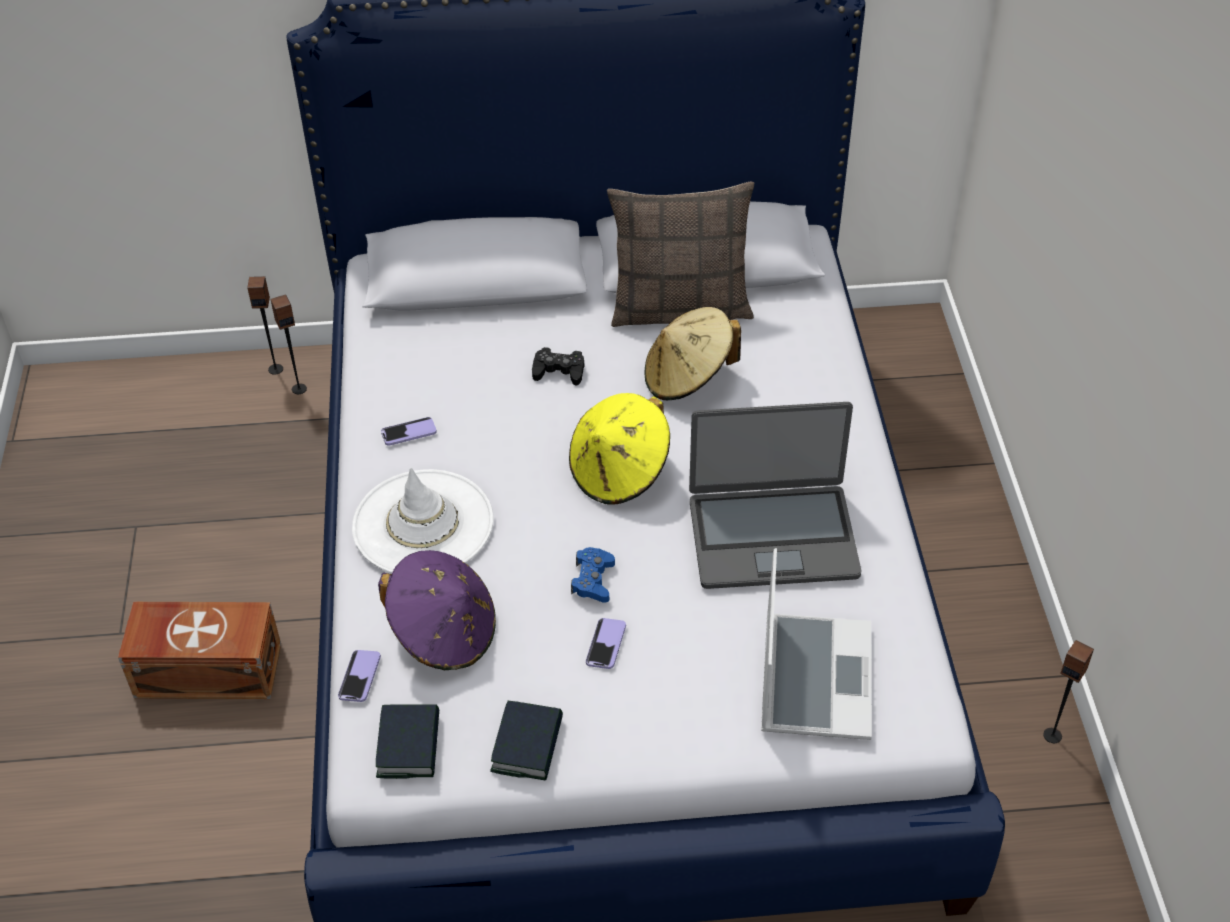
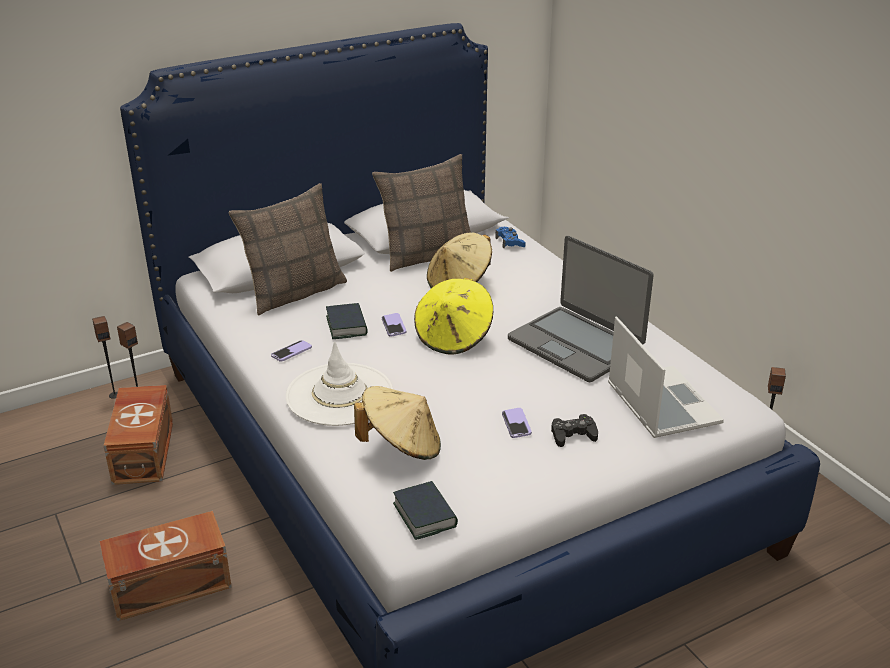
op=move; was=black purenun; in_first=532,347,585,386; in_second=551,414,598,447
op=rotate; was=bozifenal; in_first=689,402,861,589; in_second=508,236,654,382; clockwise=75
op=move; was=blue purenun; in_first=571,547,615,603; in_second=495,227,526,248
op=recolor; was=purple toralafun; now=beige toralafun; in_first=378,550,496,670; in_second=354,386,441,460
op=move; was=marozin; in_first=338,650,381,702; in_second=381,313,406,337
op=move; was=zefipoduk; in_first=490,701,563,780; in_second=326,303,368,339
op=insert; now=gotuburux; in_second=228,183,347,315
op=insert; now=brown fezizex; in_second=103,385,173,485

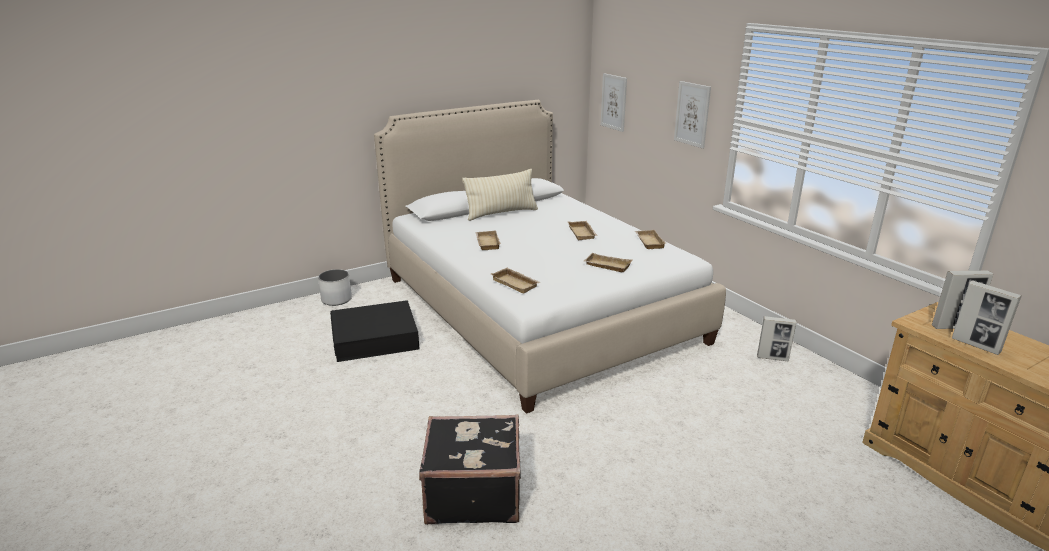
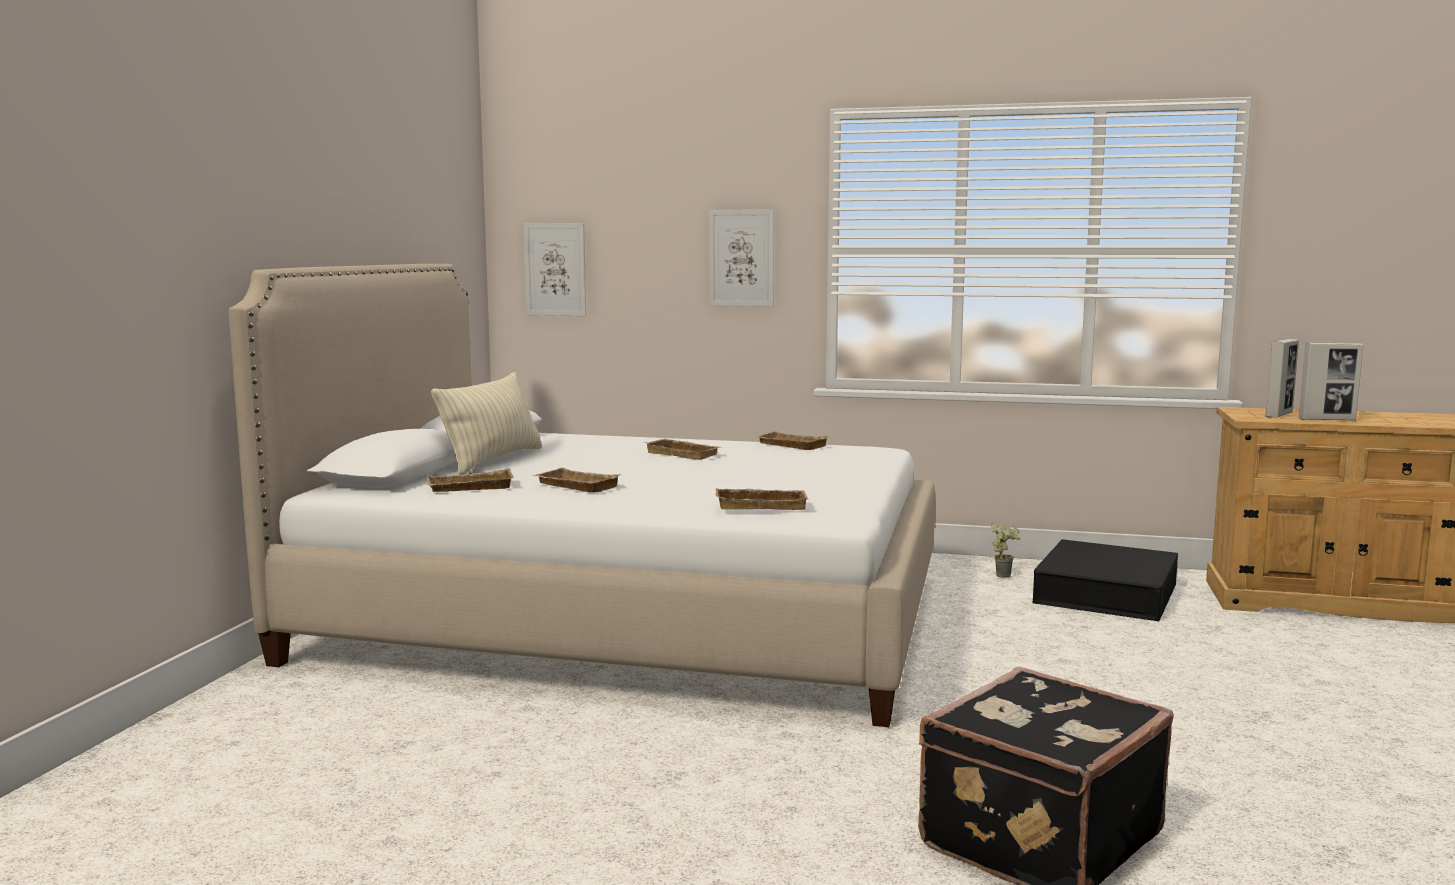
op=move; was=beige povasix; in_first=584,253,632,272; in_second=427,469,514,492
op=delete; was=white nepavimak; in_first=318,269,352,306
op=move; was=black fezizex; in_first=330,300,420,362; in_second=1033,539,1178,621
op=replace; was=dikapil; now=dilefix; in_first=757,316,797,361; in_second=990,523,1020,578

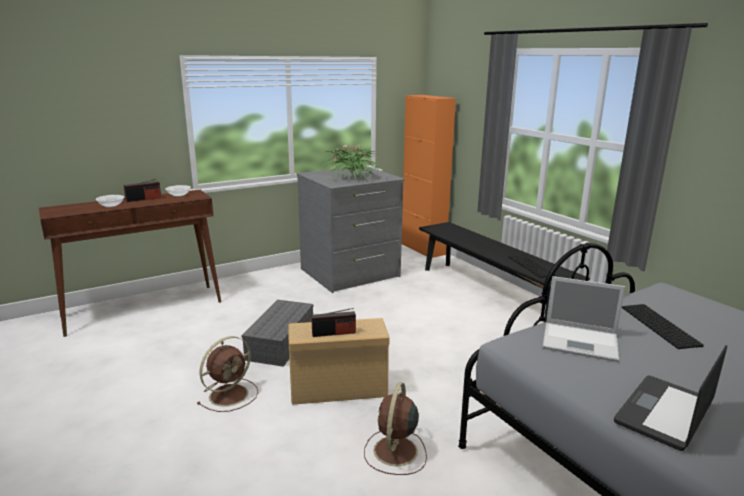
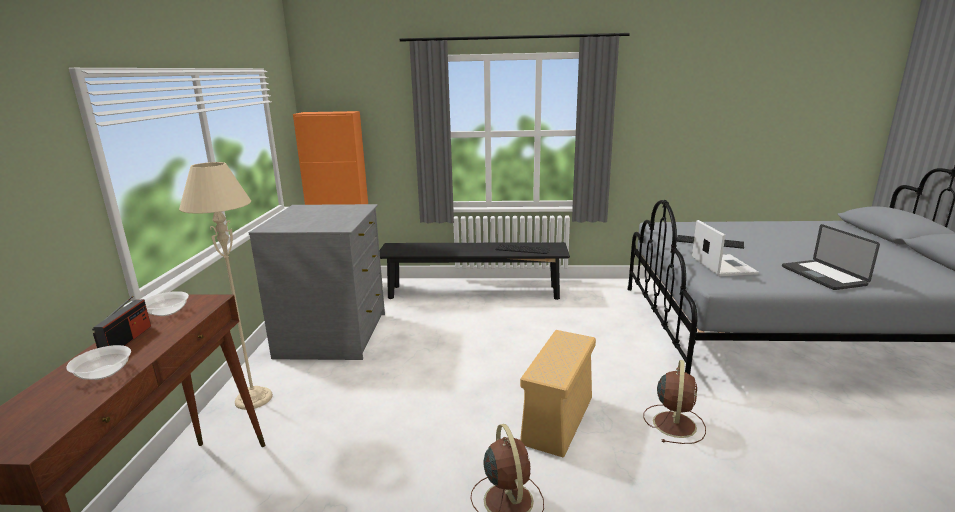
op=delete; was=dilefix; in_first=320,144,384,181
op=rotate; was=bozifenal; in_first=542,276,625,362; in_second=692,220,759,276; clockwise=-60
op=delete; was=grey fezizex; in_first=241,300,313,367
op=delete; was=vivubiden; in_first=312,308,356,337
op=rotate; was=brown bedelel; in_first=364,382,427,475; in_second=643,360,706,444; clockwise=-120
op=insert; now=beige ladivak; in_second=179,162,273,410

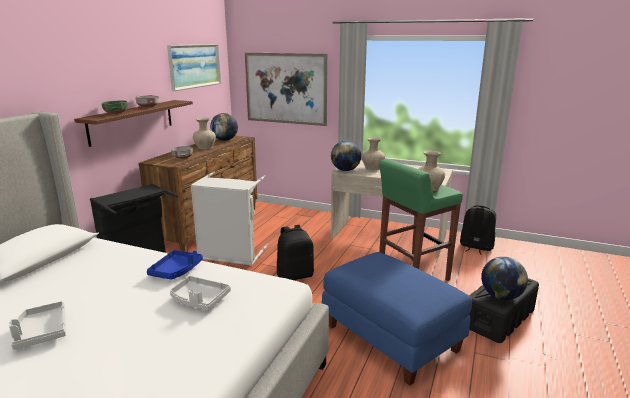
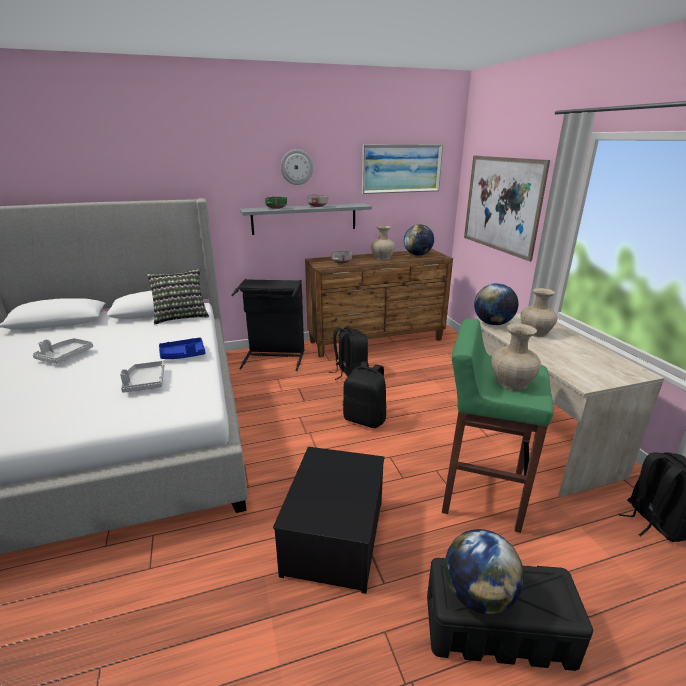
op=recolor; was=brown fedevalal; now=grey fedevalal; in_first=74,100,193,147; in_second=240,203,372,235
op=replace; was=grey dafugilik; now=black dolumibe; in_first=191,171,268,266; in_second=329,327,368,380
op=replace; was=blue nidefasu; now=fezizex; in_first=322,252,472,385; in_second=273,447,385,594
op=insert; now=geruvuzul; in_second=281,149,313,185
op=insert; now=gotuburux; in_second=147,269,209,324

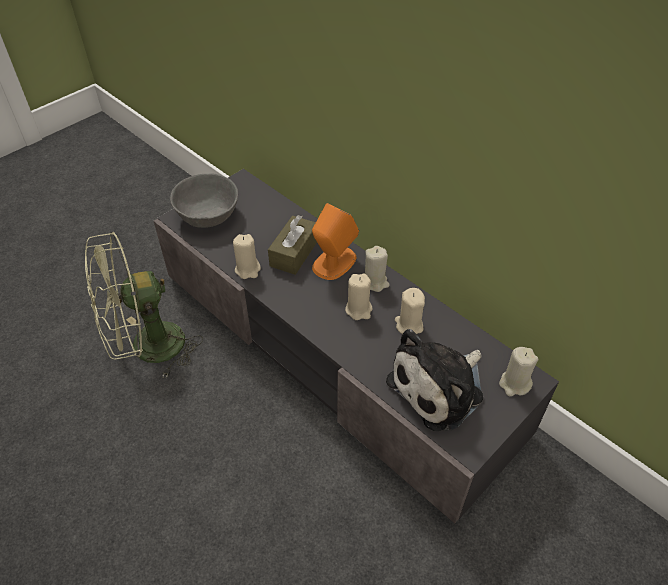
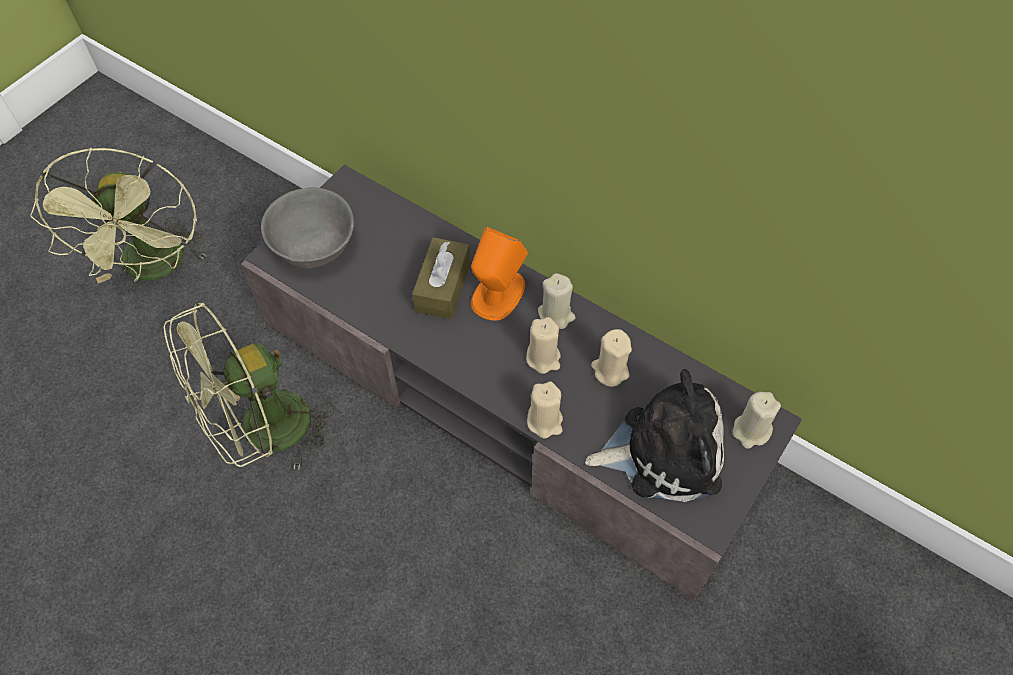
op=move; was=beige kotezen; in_first=233,234,261,279; in_second=527,381,563,439
op=rotate; was=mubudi; in_first=386,329,483,431; in_second=585,369,724,502; clockwise=-135
op=insert; now=green bedelel; in_second=30,148,207,283

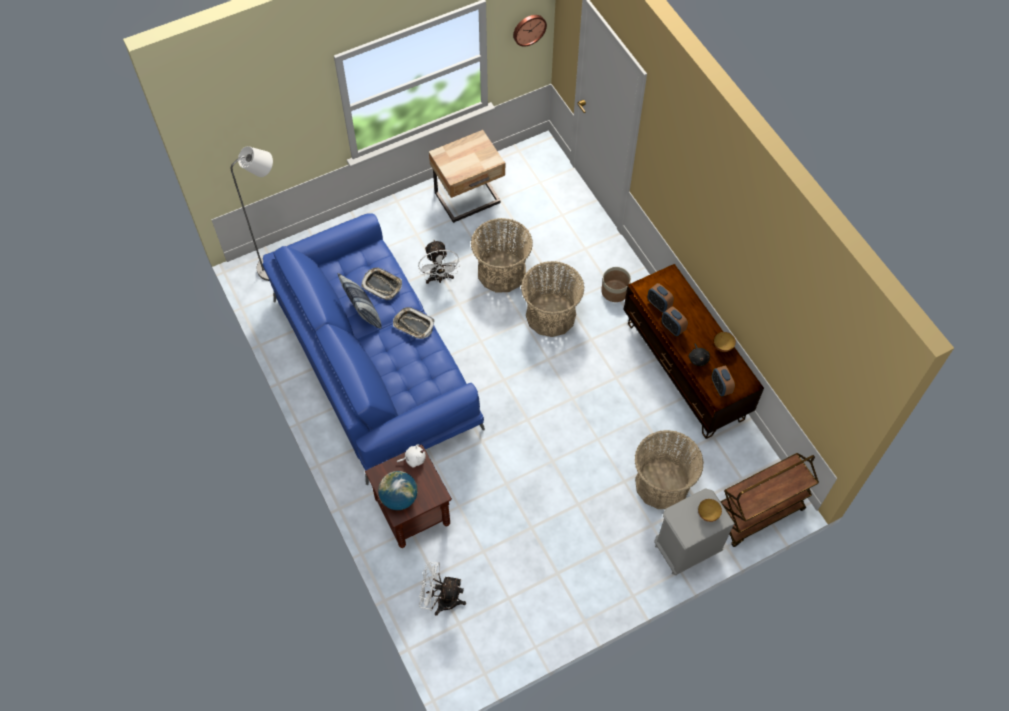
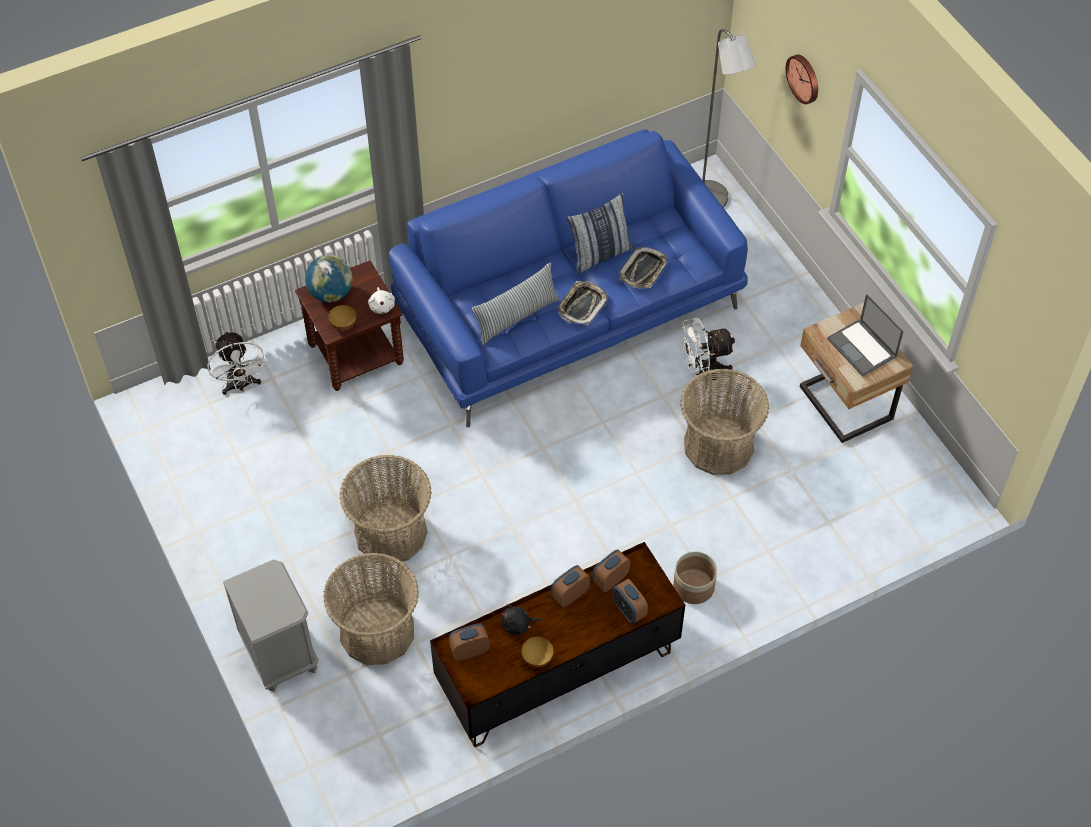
op=move; was=geruvuzul; in_first=513,15,547,47; in_second=786,54,818,104
op=move; was=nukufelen; in_first=521,261,584,337; in_second=340,455,432,565
op=delete; was=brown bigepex; in_first=720,453,819,547
op=move; was=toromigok; in_first=698,499,722,522; in_second=328,305,356,331
op=rotate; was=white bedelel; in_first=419,562,466,616; in_second=207,331,266,395; clockwise=150
op=insert; now=gotuburux; in_second=471,263,559,345
op=insert; now=bozifenal; in_second=827,294,904,377
op=insert; now=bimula; in_second=613,579,648,624

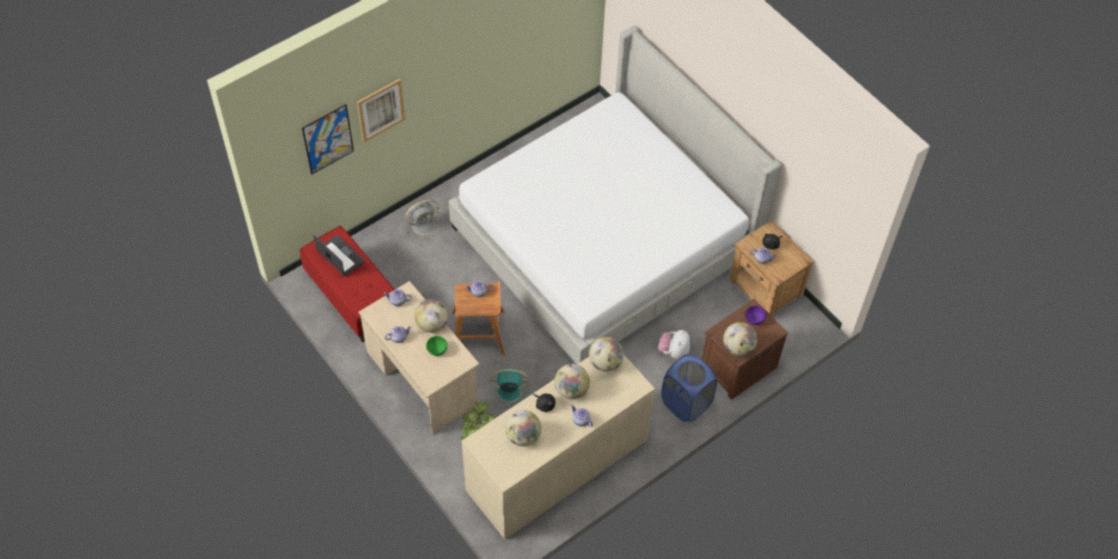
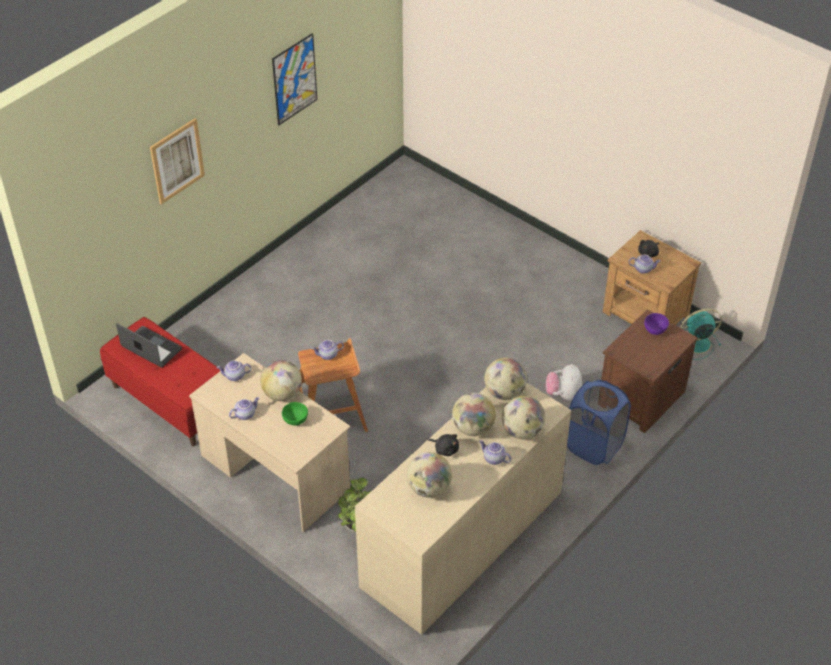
op=delete; was=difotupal; in_first=448,26,782,364
op=move; was=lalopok; in_first=302,104,354,174; in_second=272,33,317,125
op=delete; was=grey bedelel; in_first=404,200,442,240
op=move; was=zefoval; in_first=723,322,757,356; in_second=502,396,546,439
op=move; was=turquoise bedelel; in_first=490,368,529,408; in_second=680,309,722,360

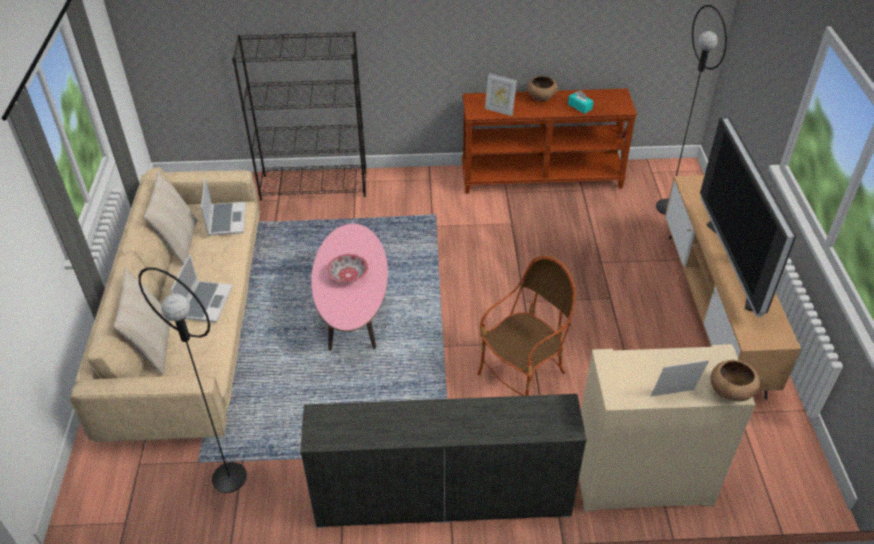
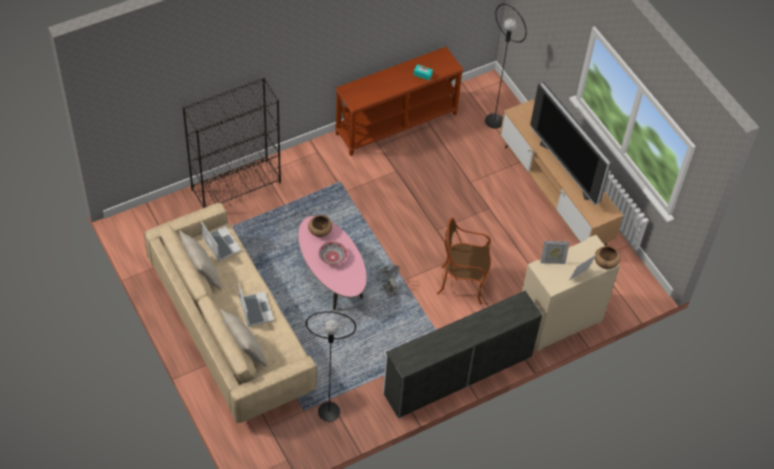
op=move; was=dikapil; in_first=485,73,517,116; in_second=541,241,570,264
op=move; was=brown toromigok; in_first=527,76,558,102; in_second=308,215,332,237
op=rotate; was=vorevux; in_first=477,256,576,396; in_second=437,217,491,304; clockwise=-105
op=insert; now=grey bedelel; in_second=376,265,400,297

